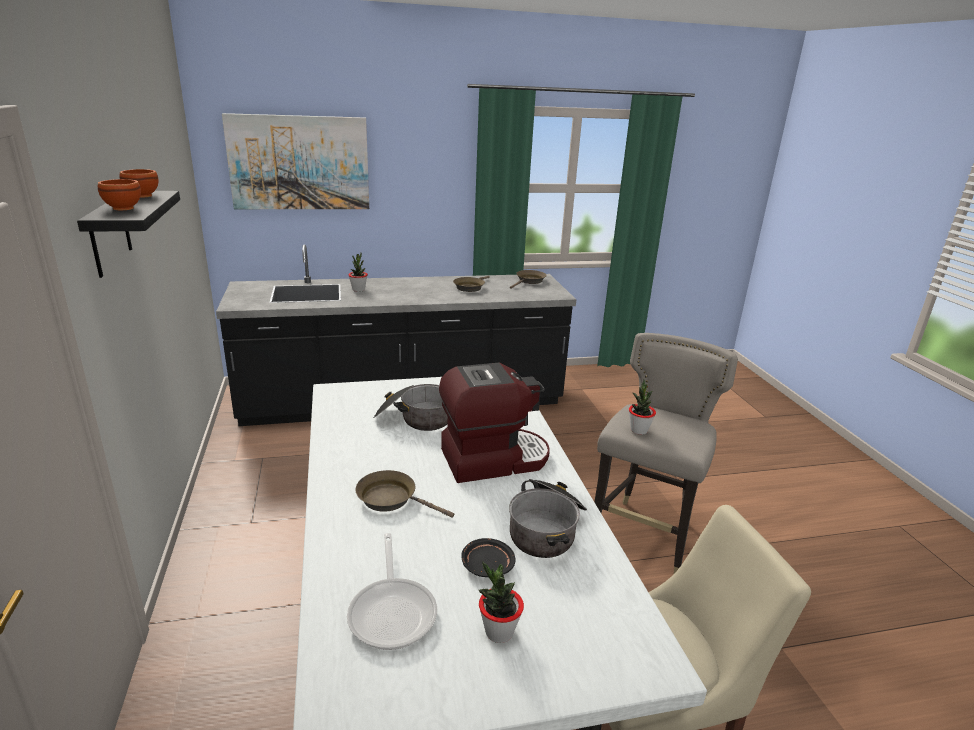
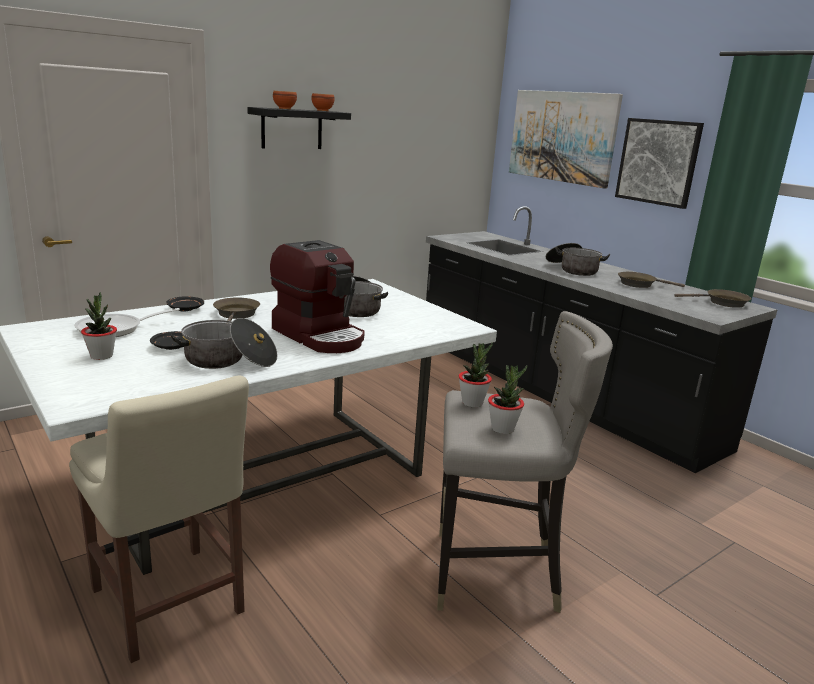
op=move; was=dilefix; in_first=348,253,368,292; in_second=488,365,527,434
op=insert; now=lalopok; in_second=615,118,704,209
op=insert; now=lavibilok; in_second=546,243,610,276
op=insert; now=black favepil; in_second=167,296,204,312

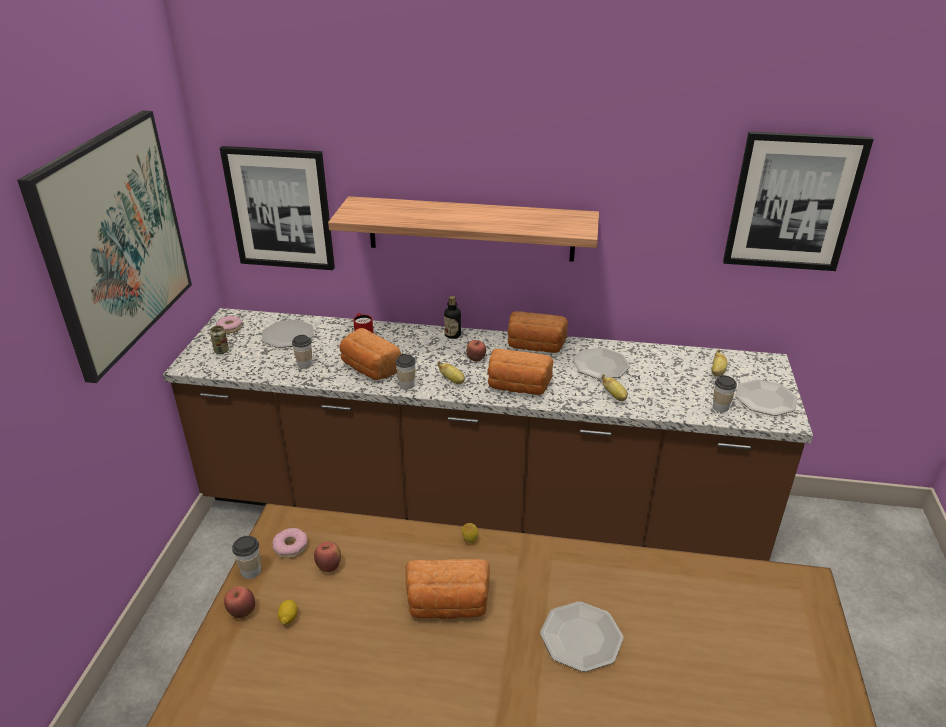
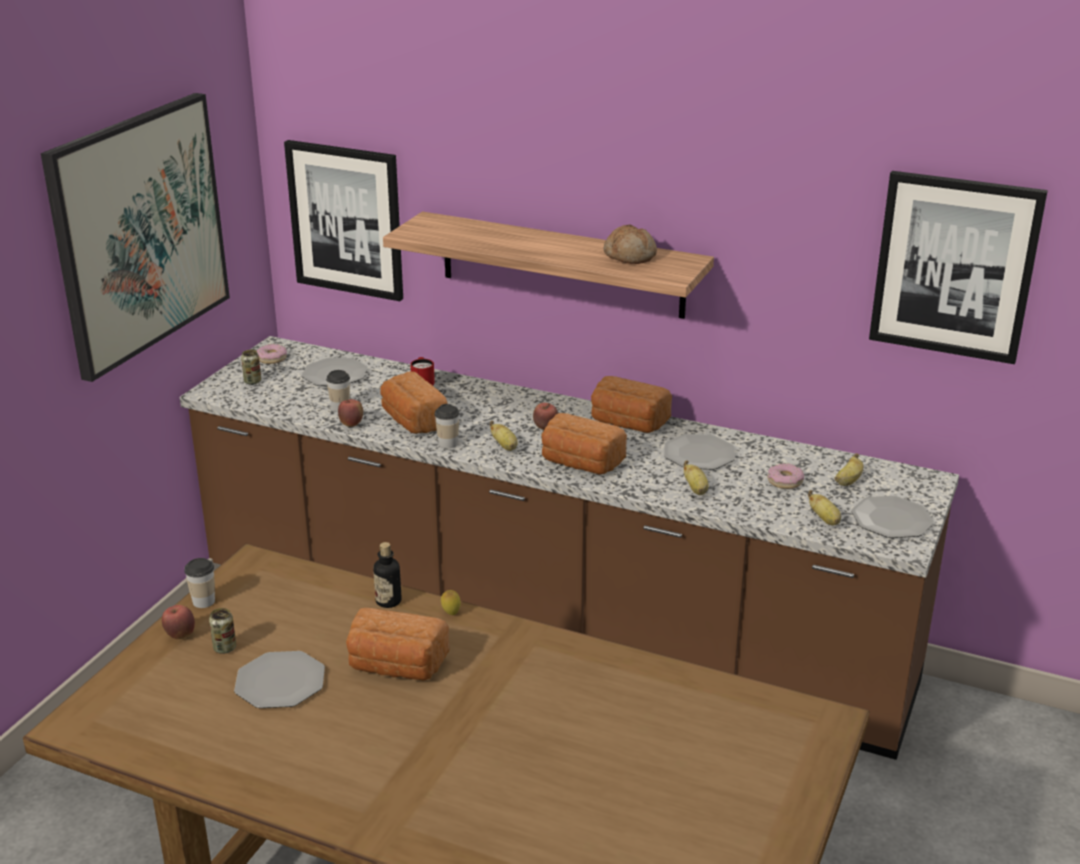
op=move; was=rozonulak; in_first=444,296,461,339; in_second=373,542,402,608
op=replace; was=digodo; now=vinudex; in_first=713,375,737,412; in_second=808,490,841,526
op=move; was=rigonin; in_first=273,528,307,558; in_second=767,463,804,489
op=move; was=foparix; in_first=314,542,341,572; in_second=338,399,363,427
op=replace; was=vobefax; now=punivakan; in_first=278,600,298,625; in_second=209,608,236,654
op=move; was=favepil; in_first=540,602,624,672; in_second=234,651,325,708
op=insert; now=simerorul; in_second=604,225,657,264

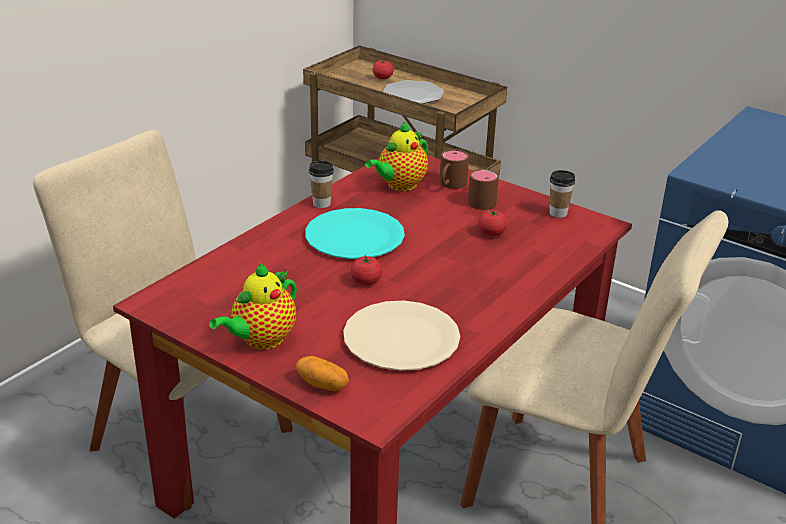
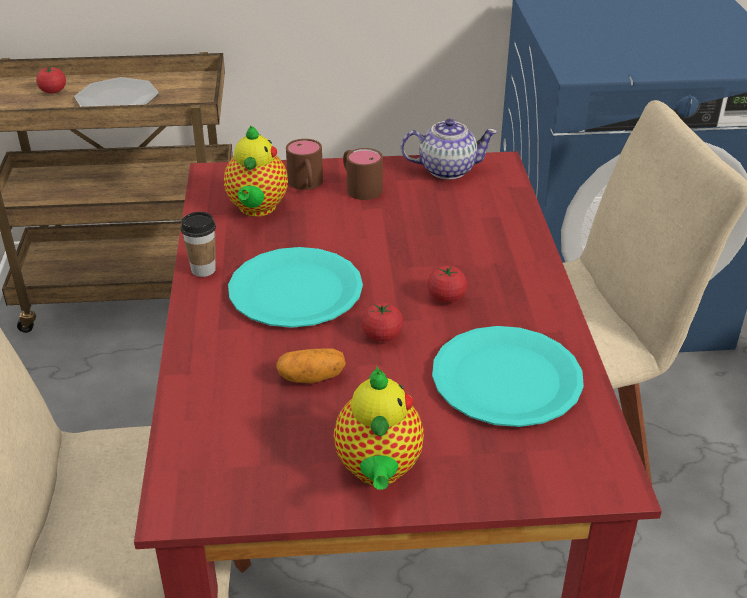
op=replace; was=digodo; now=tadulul; in_first=550,170,575,218; in_second=401,119,498,179
op=move; was=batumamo; in_first=478,209,507,236; in_second=427,266,467,303
op=recolor; was=beige favepil; now=turquoise favepil; in_first=343,301,460,371; in_second=432,326,584,427
op=move; was=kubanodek; in_first=296,356,349,391; in_second=276,348,346,383

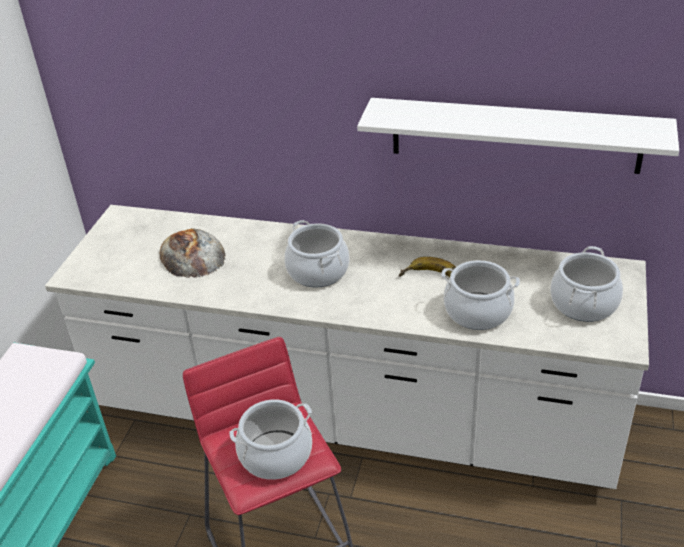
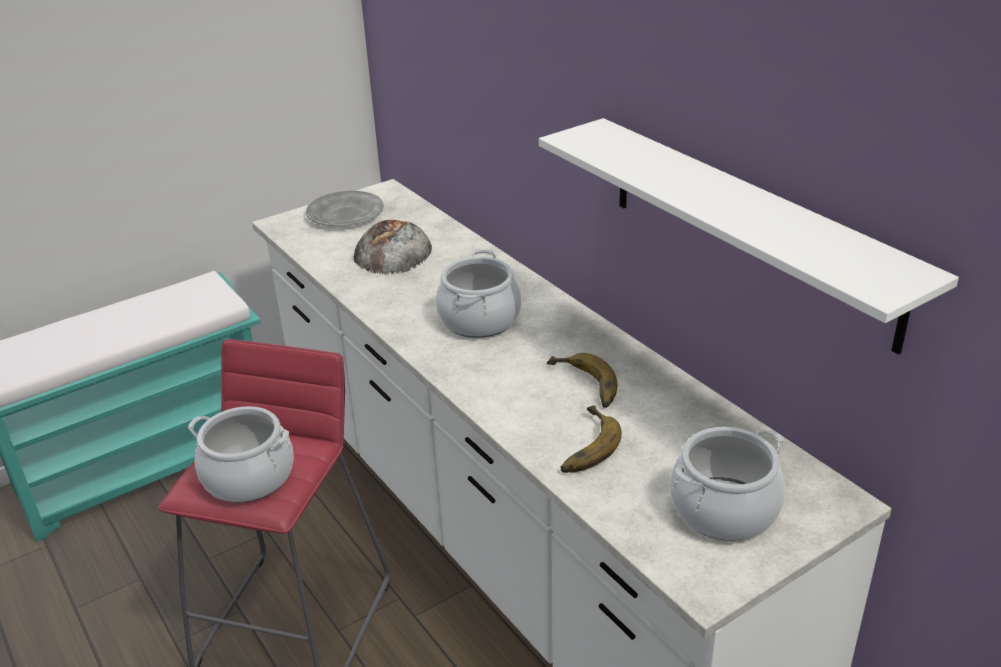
op=replace; was=lavibilok; now=vinudex; in_first=441,260,520,330; in_second=561,405,622,473
op=insert; now=grey favepil; in_second=306,191,384,227

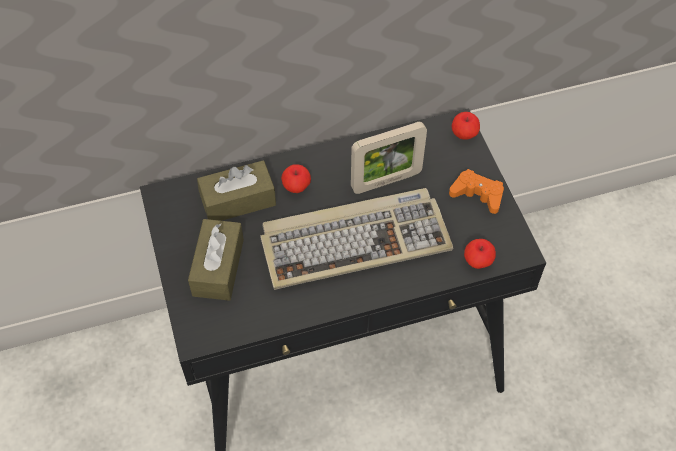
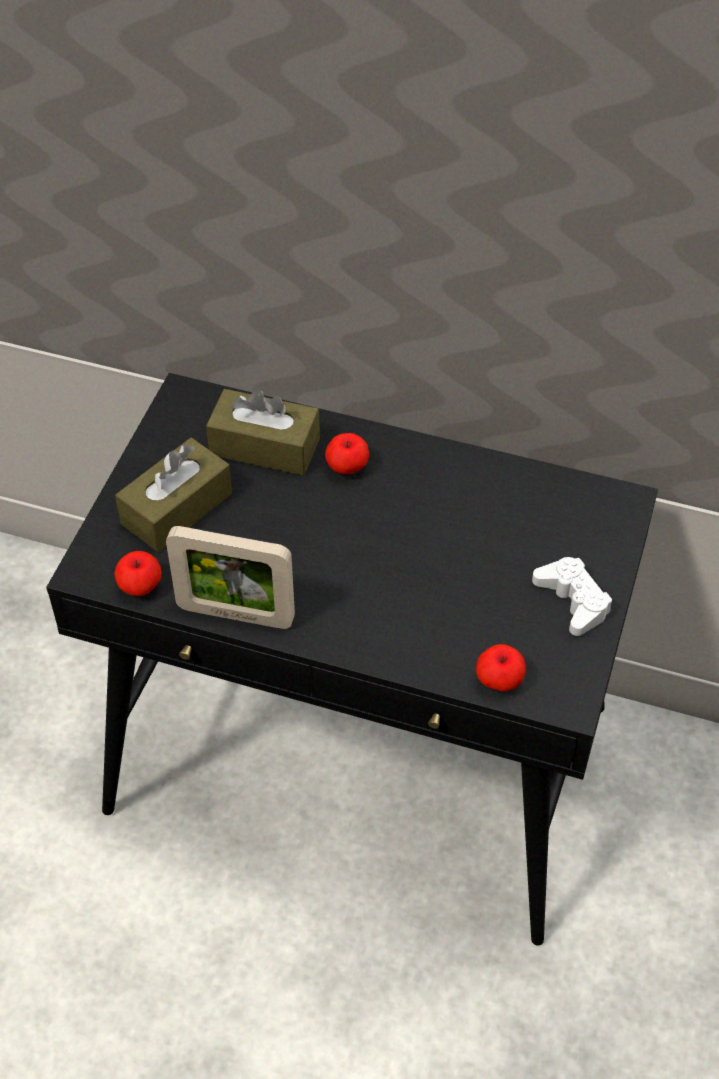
op=move; was=foparix; in_first=452,112,480,140; in_second=114,551,162,596
op=move; was=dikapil; in_first=351,122,427,194; in_second=166,526,295,629
op=recolor; was=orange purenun; now=white purenun; in_first=449,169,504,214; in_second=532,557,612,636
op=delete; was=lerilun; in_first=260,188,454,290

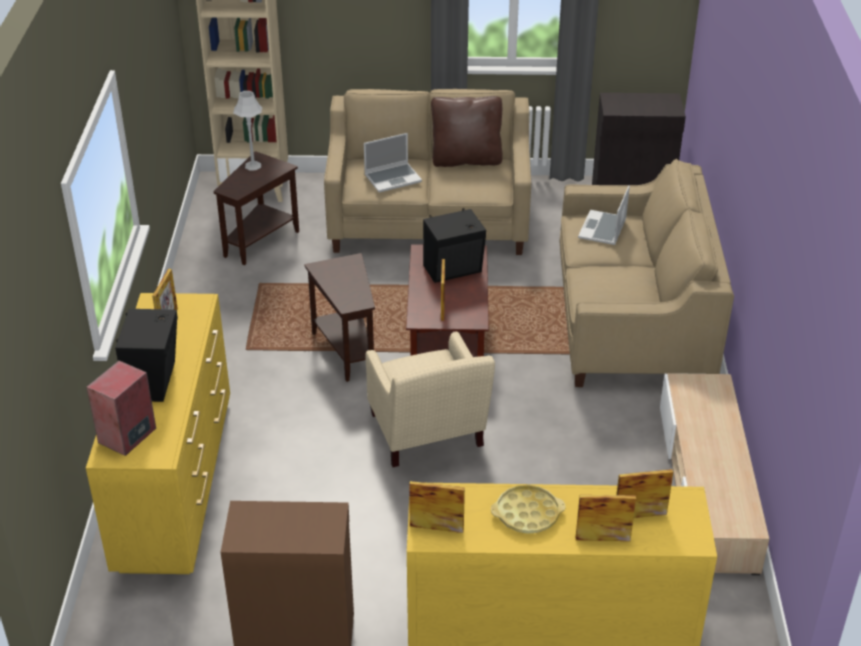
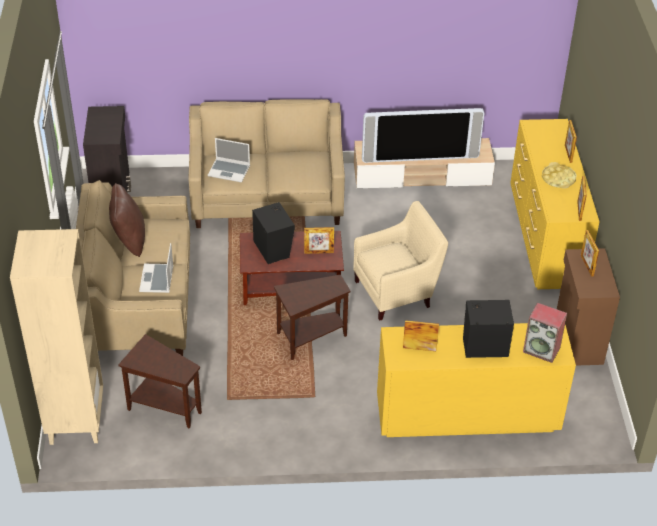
op=delete; was=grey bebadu; in_first=233,91,262,170
op=rotate; was=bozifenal; in_first=364,133,422,192; in_second=139,243,173,293; clockwise=-150
op=move; was=dikapil; in_first=616,469,673,518; in_second=581,230,599,277
op=insert; now=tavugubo; in_second=362,108,485,163

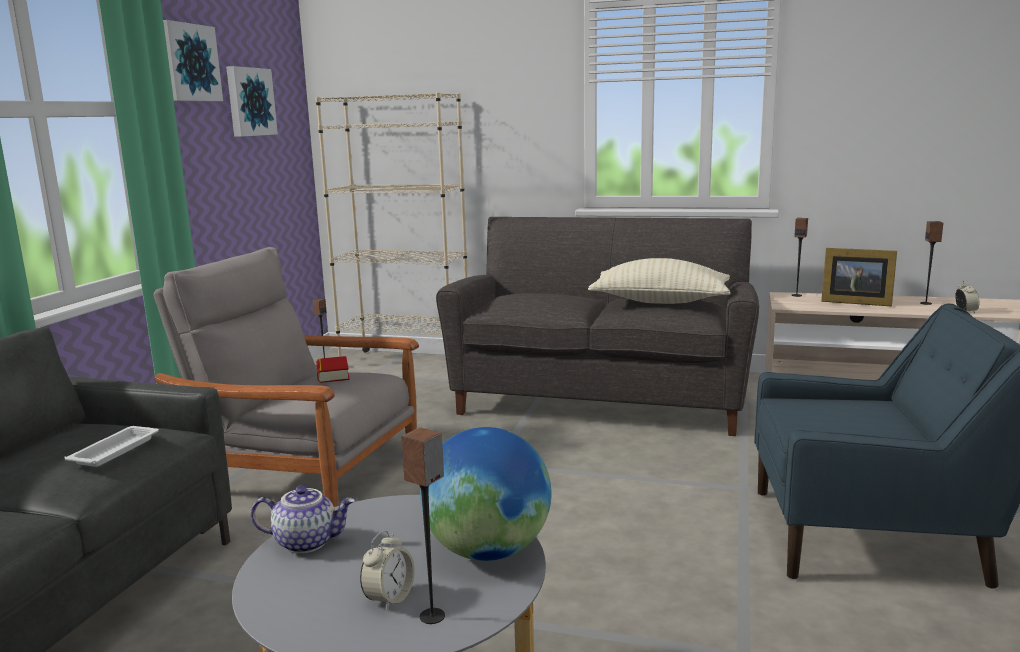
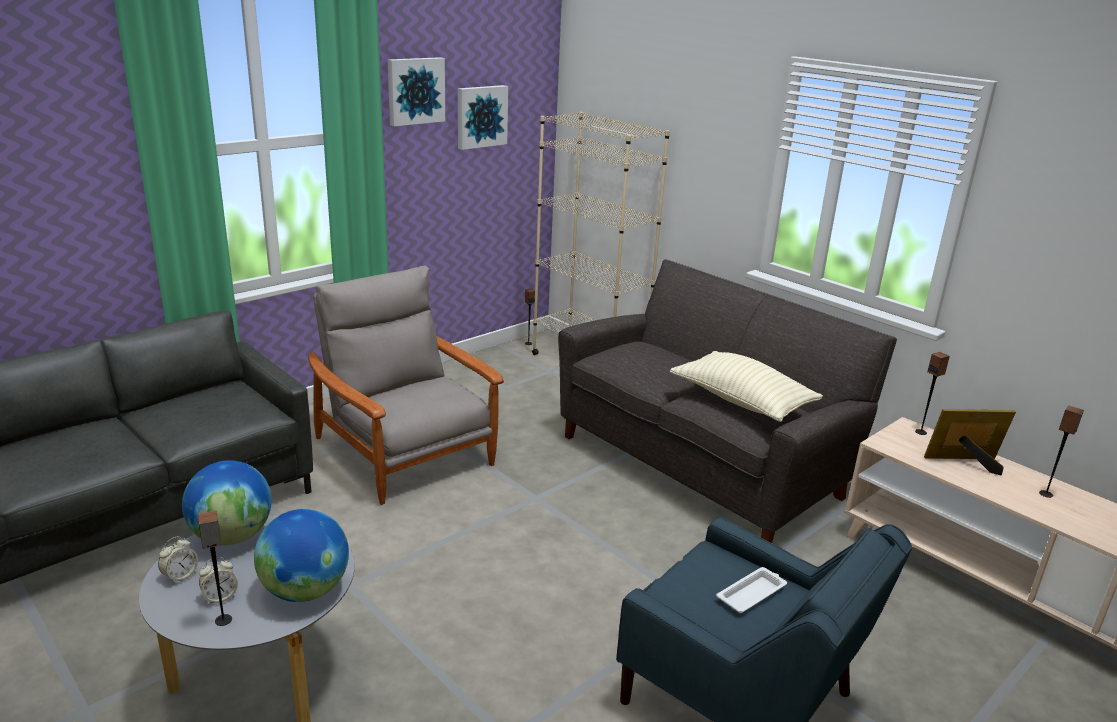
op=rotate; was=dikapil; in_first=821,248,897,307; in_second=924,409,1016,476; clockwise=120
op=move; was=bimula; in_first=955,280,979,314; in_second=158,536,198,585
op=delete; was=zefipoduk; in_first=316,356,349,383
op=move; was=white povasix; in_first=64,426,159,467; in_second=716,567,787,613
op=replace; was=tadulul; now=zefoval; in_first=251,485,355,554; in_second=182,460,272,545

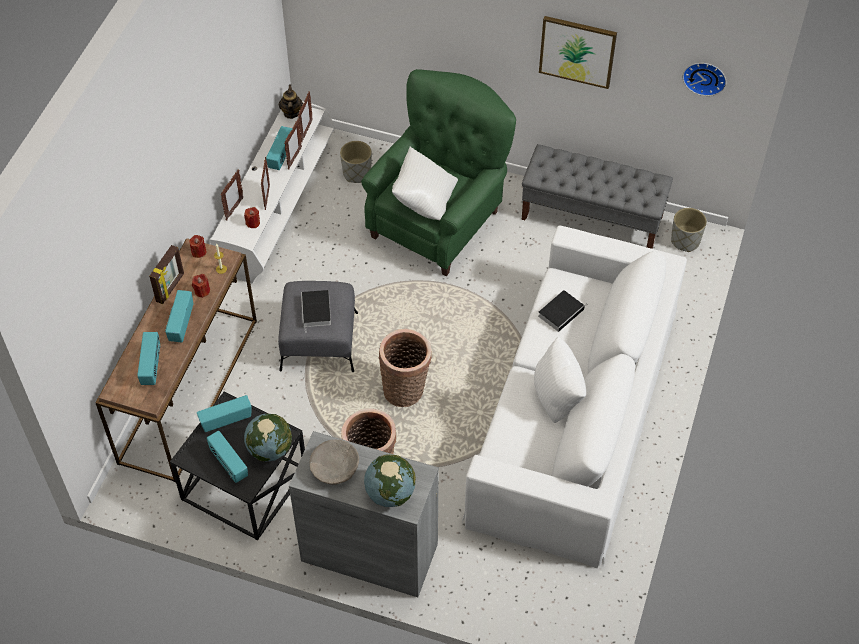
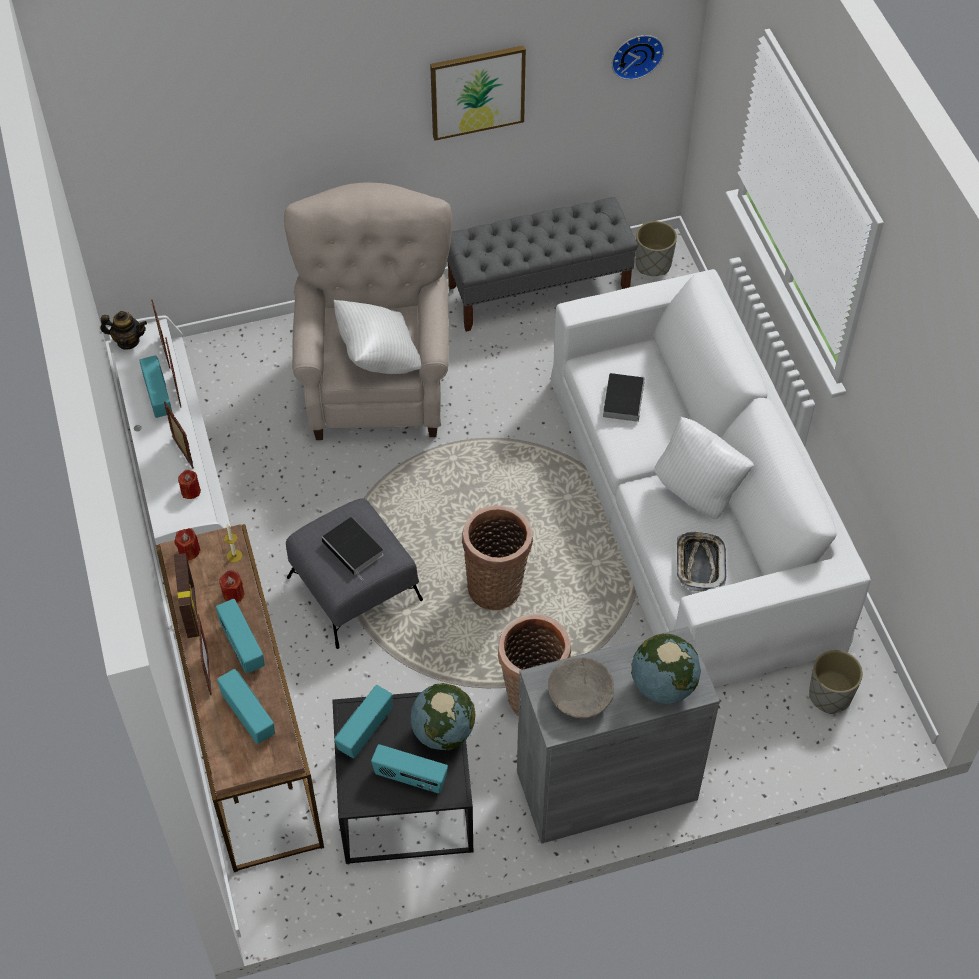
op=recolor; was=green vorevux; now=beige vorevux; in_first=361,69,516,276; in_second=284,182,452,440
op=rotate; was=tadulul; in_first=279,84,303,119; in_second=101,311,147,350; clockwise=135
op=move; was=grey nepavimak; in_first=340,141,372,183; in_second=809,650,863,714
op=move; was=dikapil; in_first=221,170,244,220; in_second=197,614,212,695
op=insert; now=povasix; in_second=677,532,726,592

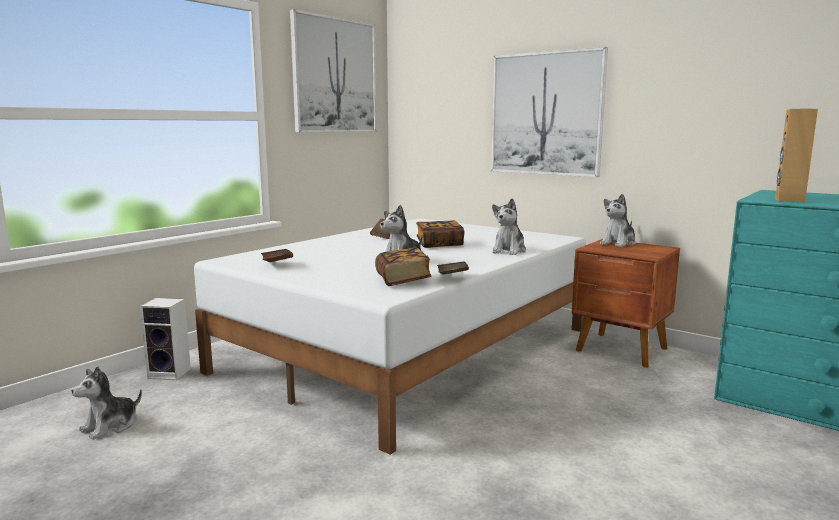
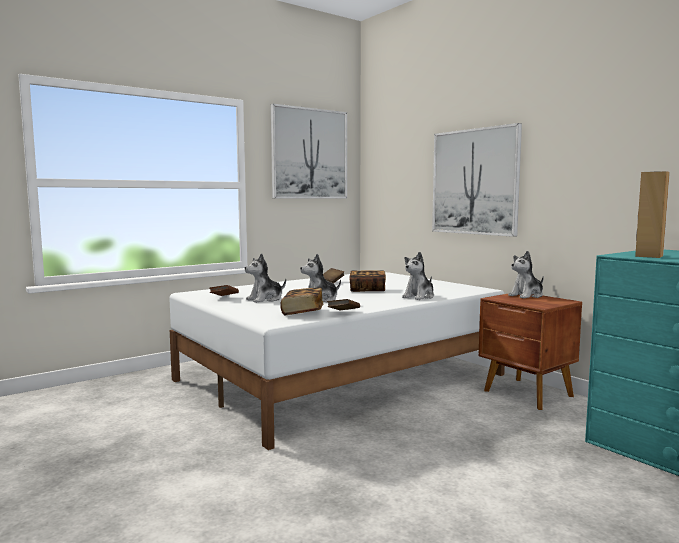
op=delete; was=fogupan; in_first=140,298,191,380
op=move; was=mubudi; in_first=71,366,142,440; in_second=245,253,286,303

